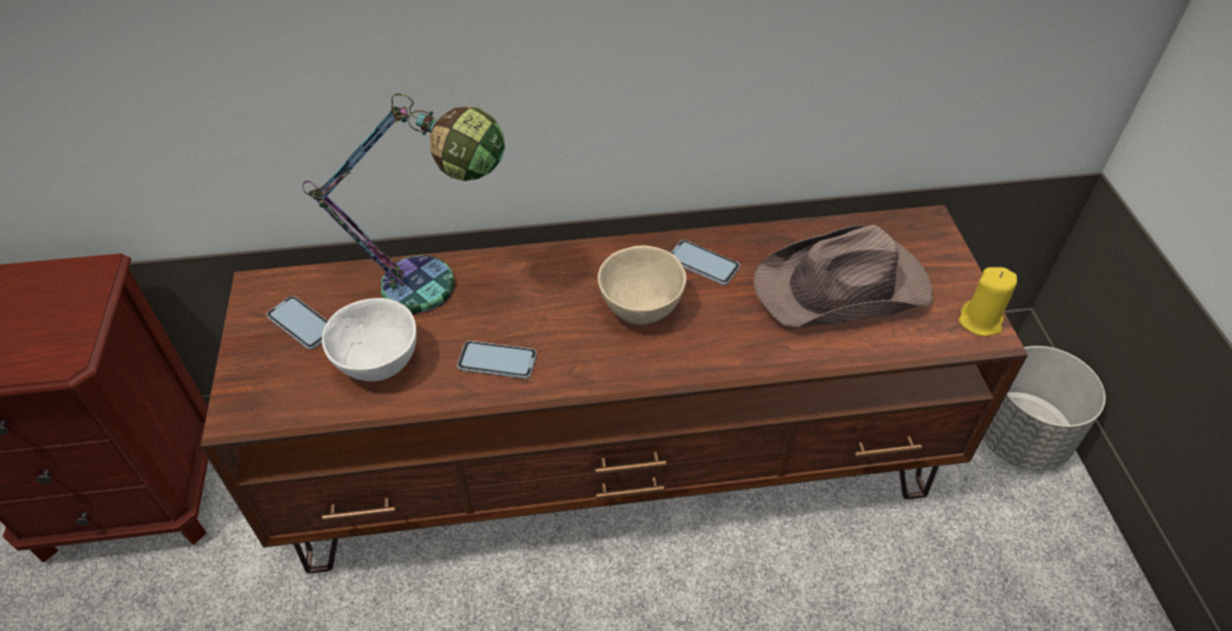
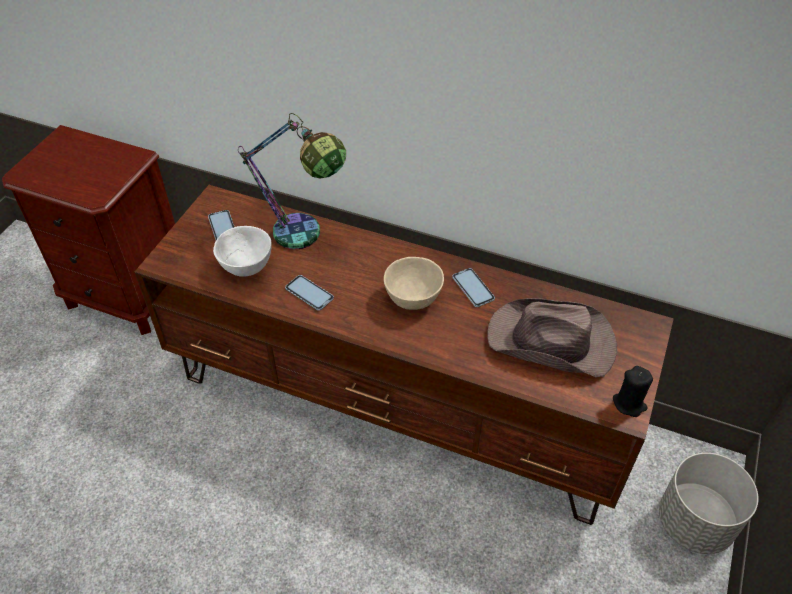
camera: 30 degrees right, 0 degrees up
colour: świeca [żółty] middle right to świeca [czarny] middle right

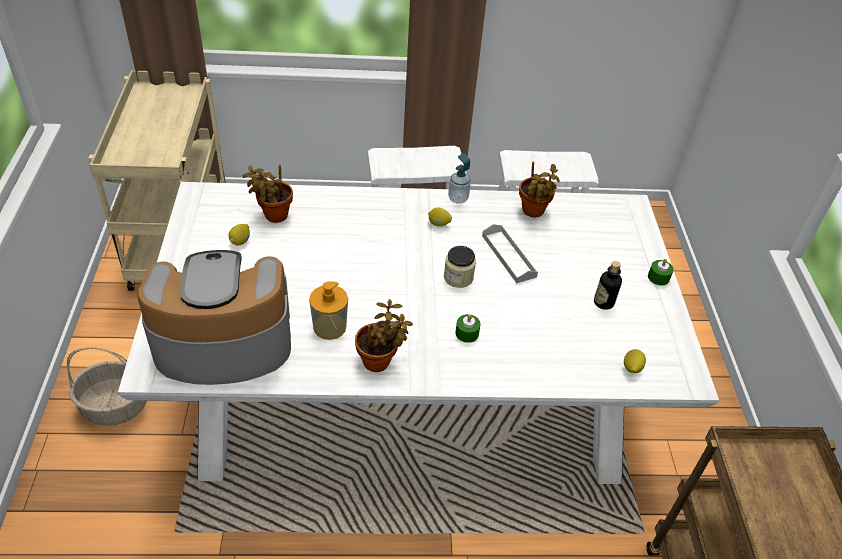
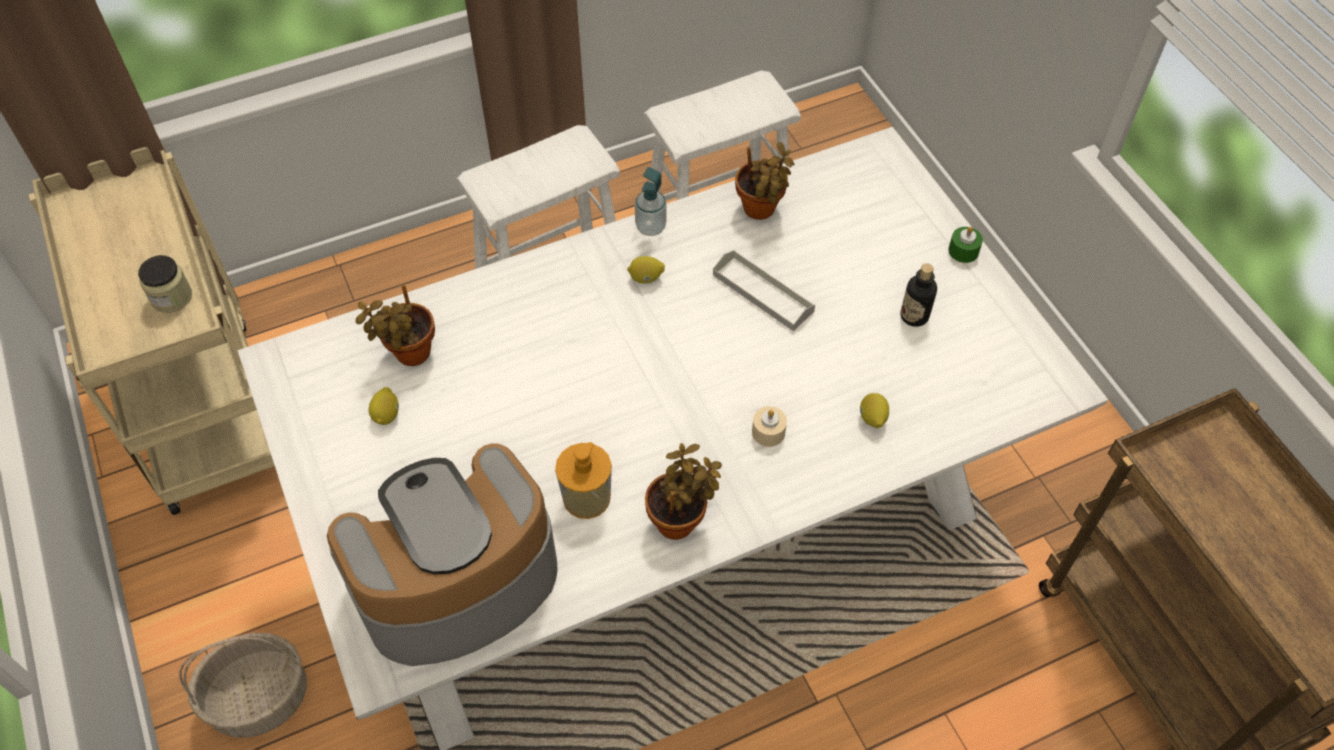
camera: 20 degrees left, 10 degrees up
relocated: słoik centre to middle left; cytryna (no. 3 from left) middle right to centre
colour: świeca [zielony] (no. 1 from left) centre to świeca [beżowy] centre

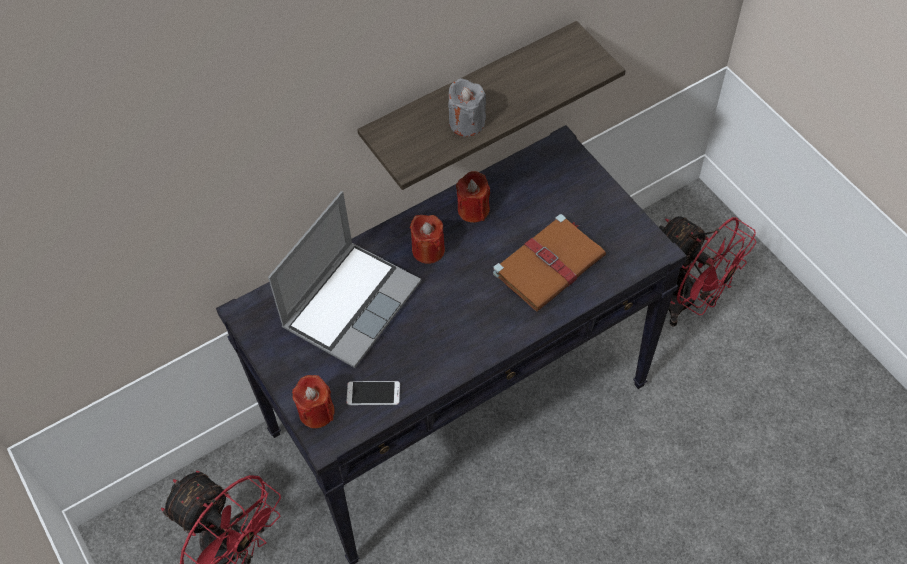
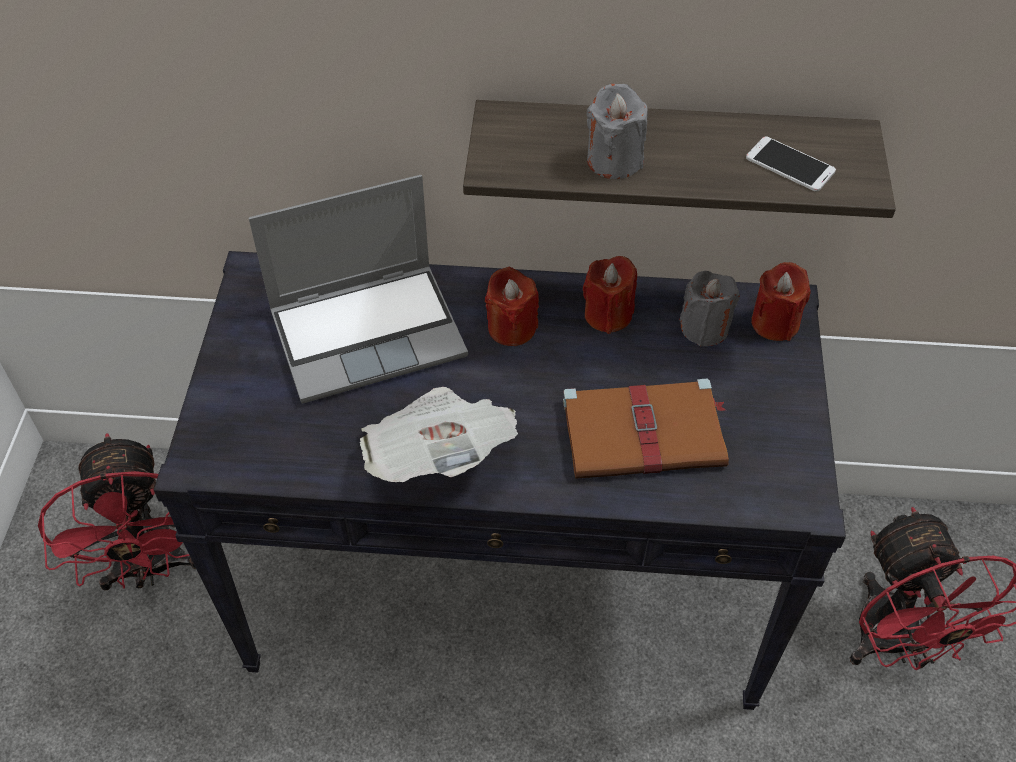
camera: 35 degrees right, 5 degrees down
appeared: gazeta centre; świeca [szary] (no. 2 from left) middle right
relocated: świeca [czerwony] (no. 1 from left in the first image) bottom centre to świeca [czerwony] (no. 3 from left) middle right; telefon bottom centre to top right

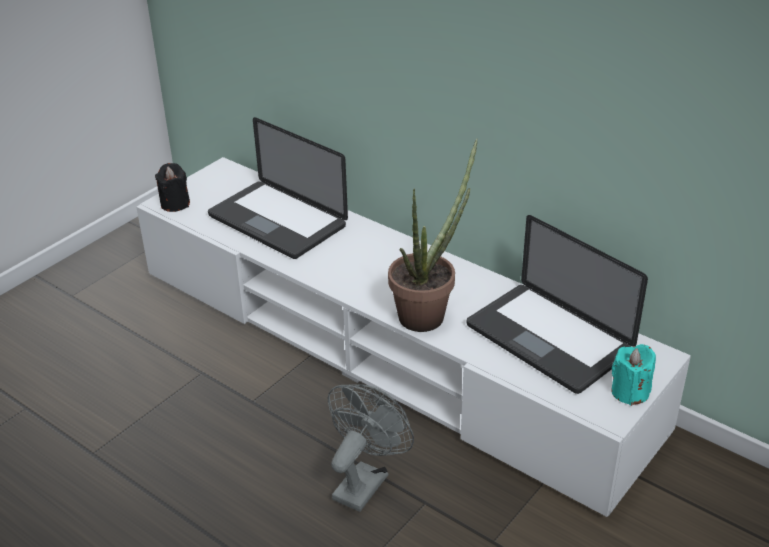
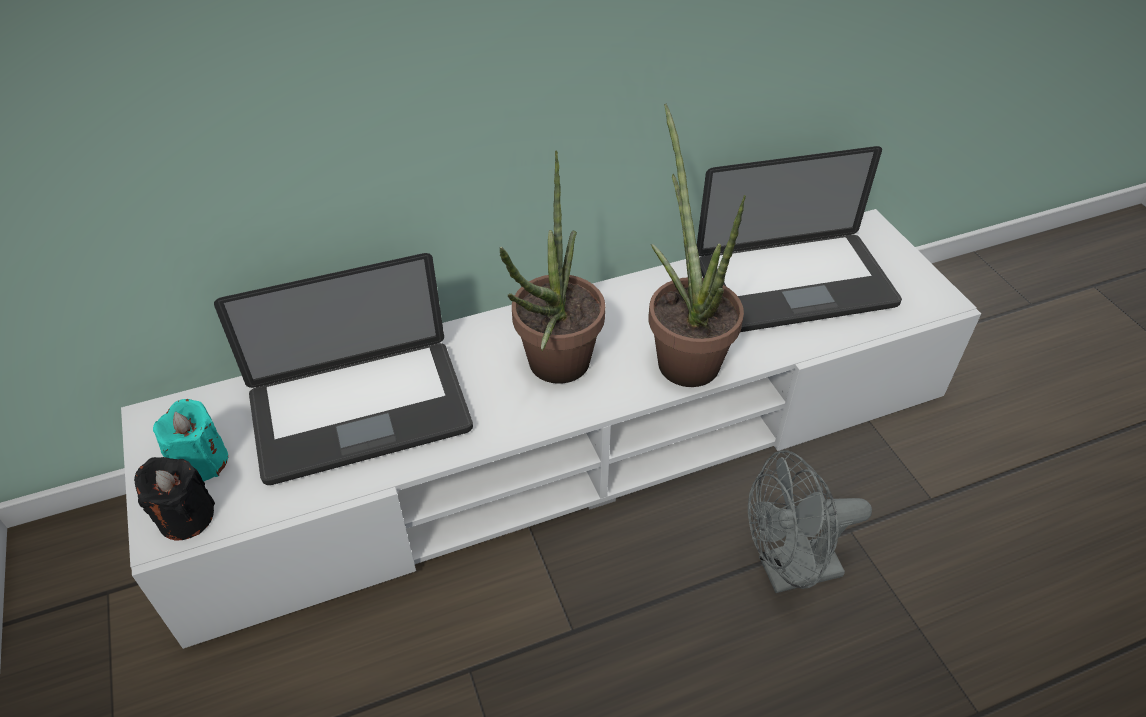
camera: 60 degrees left, 10 degrees up
appeared: roślina doniczkowa (no. 1 from left) centre
relocated: świeca [turkusowy] bottom right to middle left
spun: wentylator [szary] bottom centre = bottom right 75 degrees counterclockwise

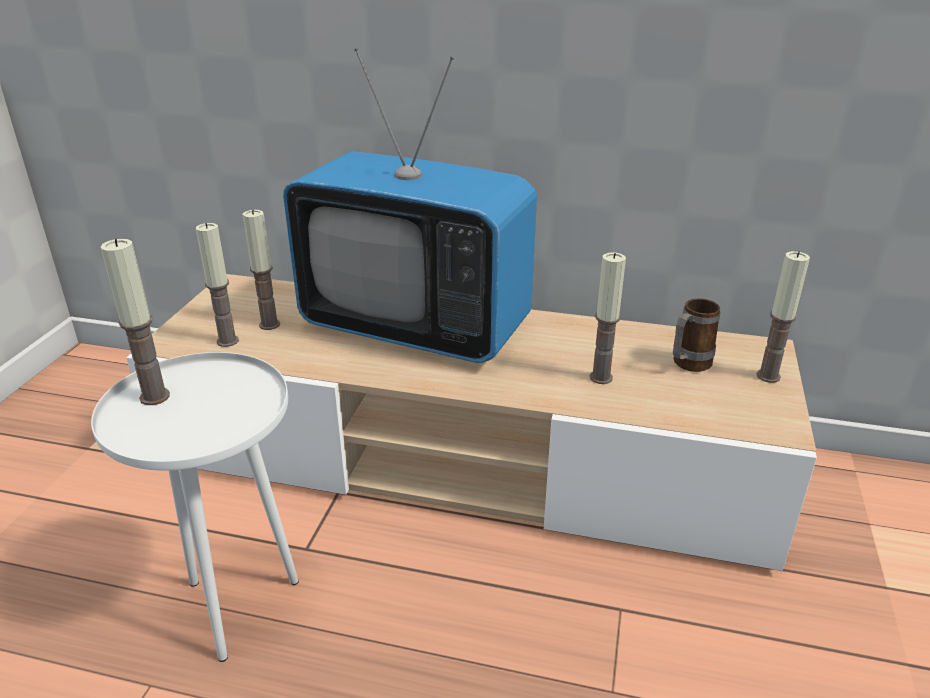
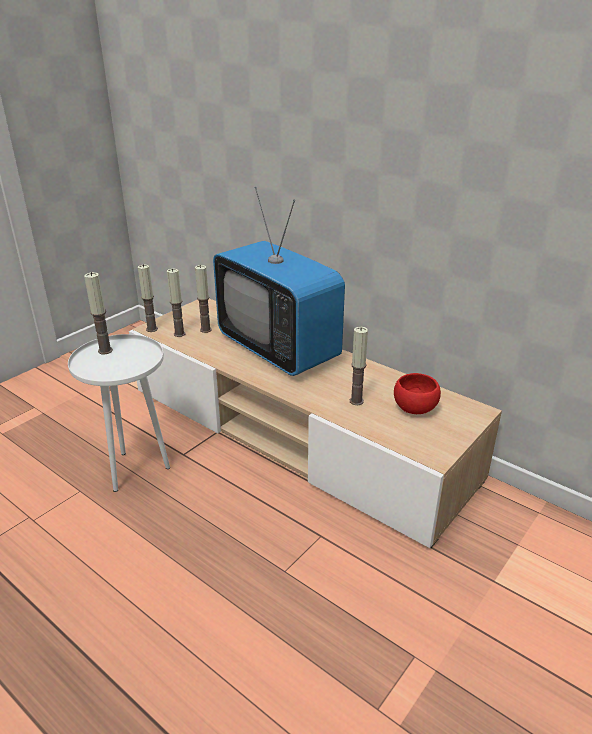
camera: 25 degrees right, 0 degrees up
relocated: świeca (no. 5 from left in the first image) middle right to świeca (no. 2 from left) middle left
exchanged: kubek middle right to miska [czerwony] middle right

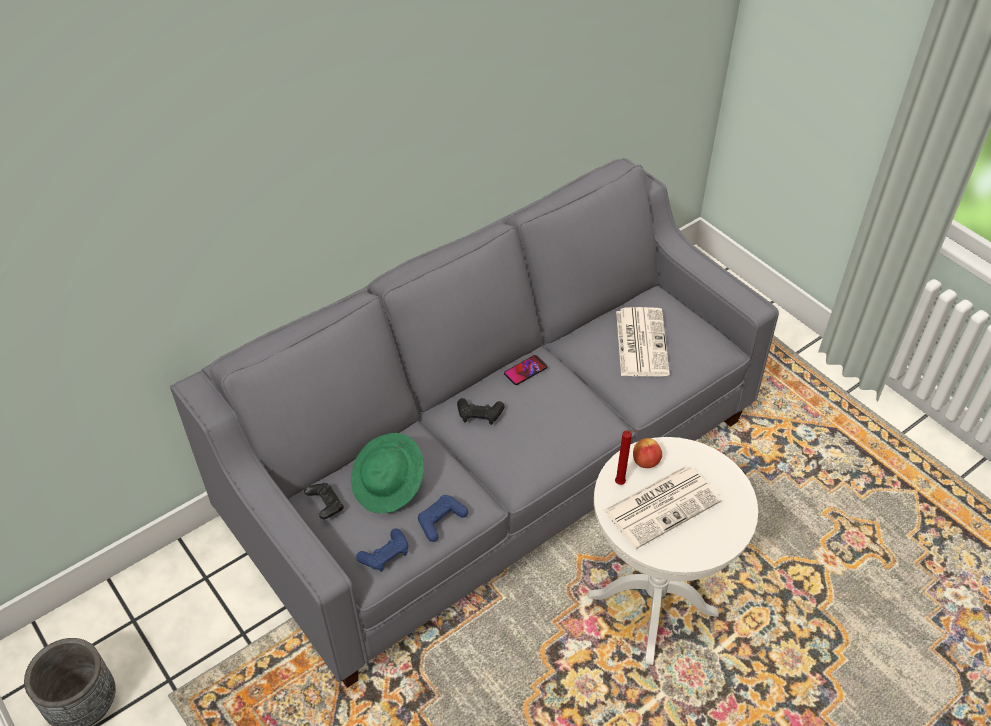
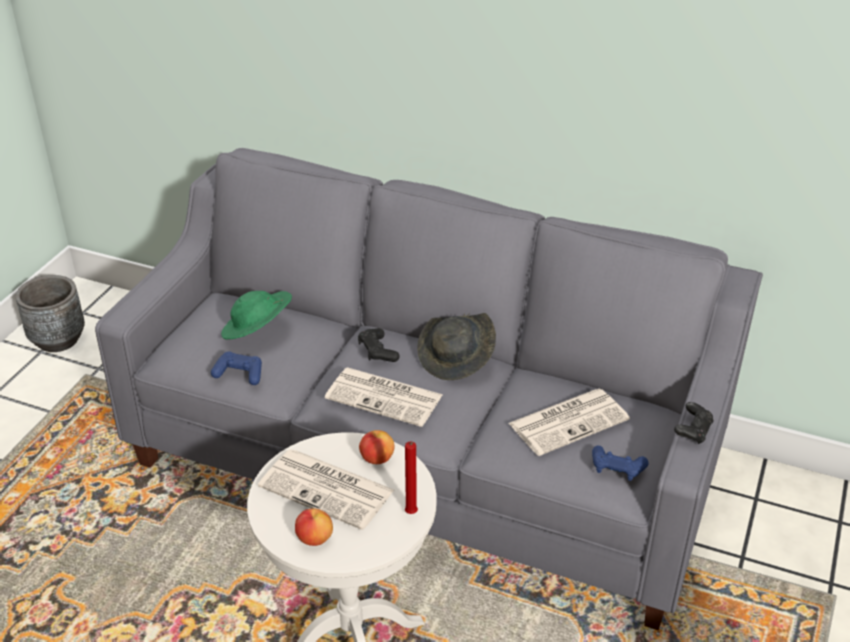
camera: 60 degrees right, 10 degrees down
appeared: jabłko (no. 1 from left) bottom centre; gazeta (no. 2 from left) centre
relocated: pad do gier [czarny] (no. 1 from left in the first image) bottom left to pad do gier [czarny] (no. 2 from left) middle right; pad do gier [niebieski] (no. 1 from left in the first image) bottom centre to pad do gier [niebieski] (no. 2 from left) bottom right; świeca [czerwony] centre to bottom centre
exchanged: telefon centre to kapelusz [szary] centre

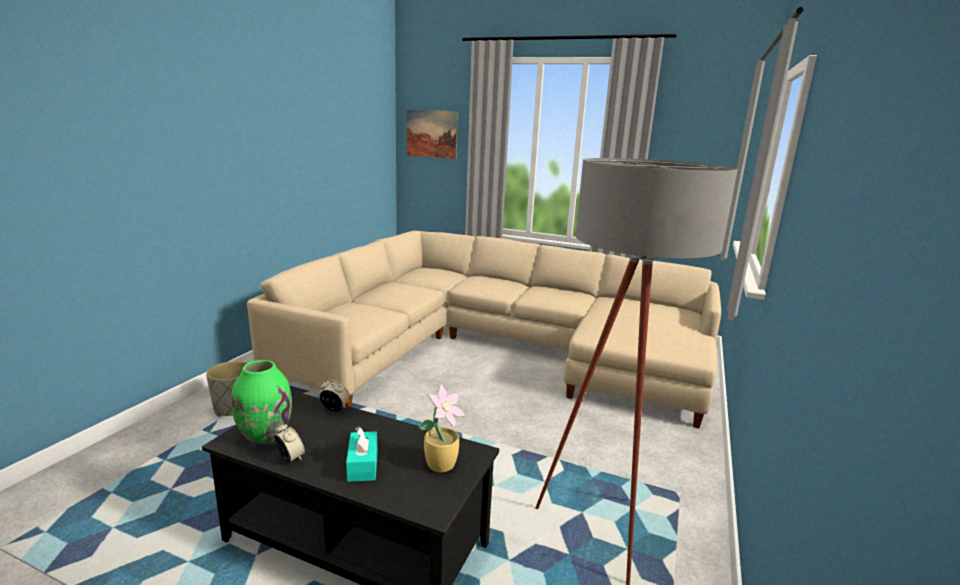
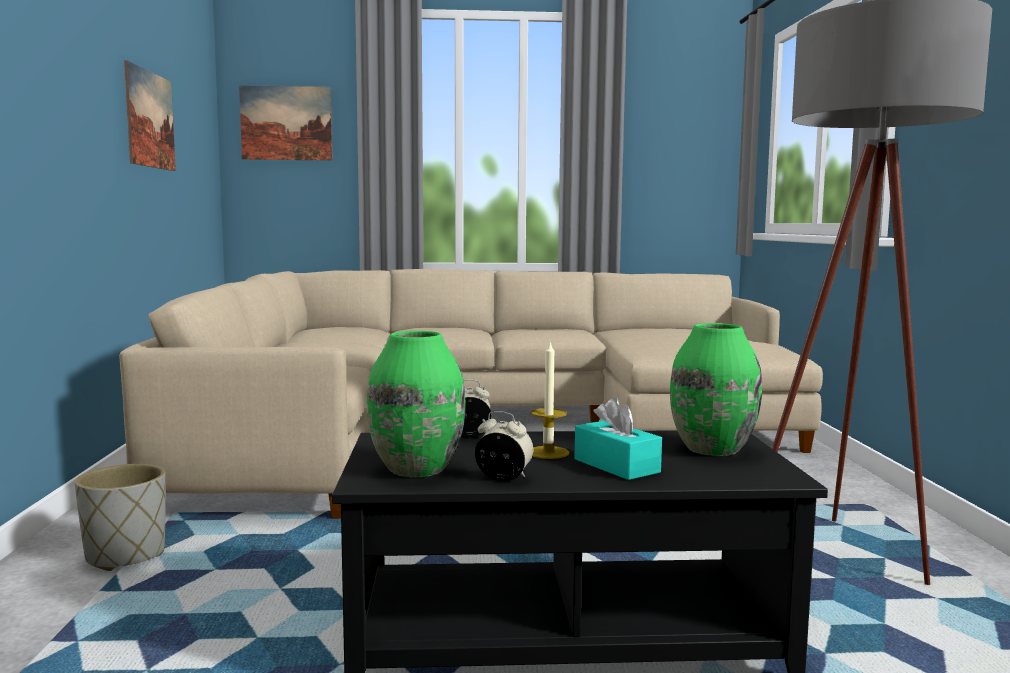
camera: 25 degrees left, 10 degrees down
appeared: obraz (no. 1 from left) top left; świeca centre
exchanged: roślina doniczkowa bottom centre to wazon [zielony] (no. 2 from left) middle right

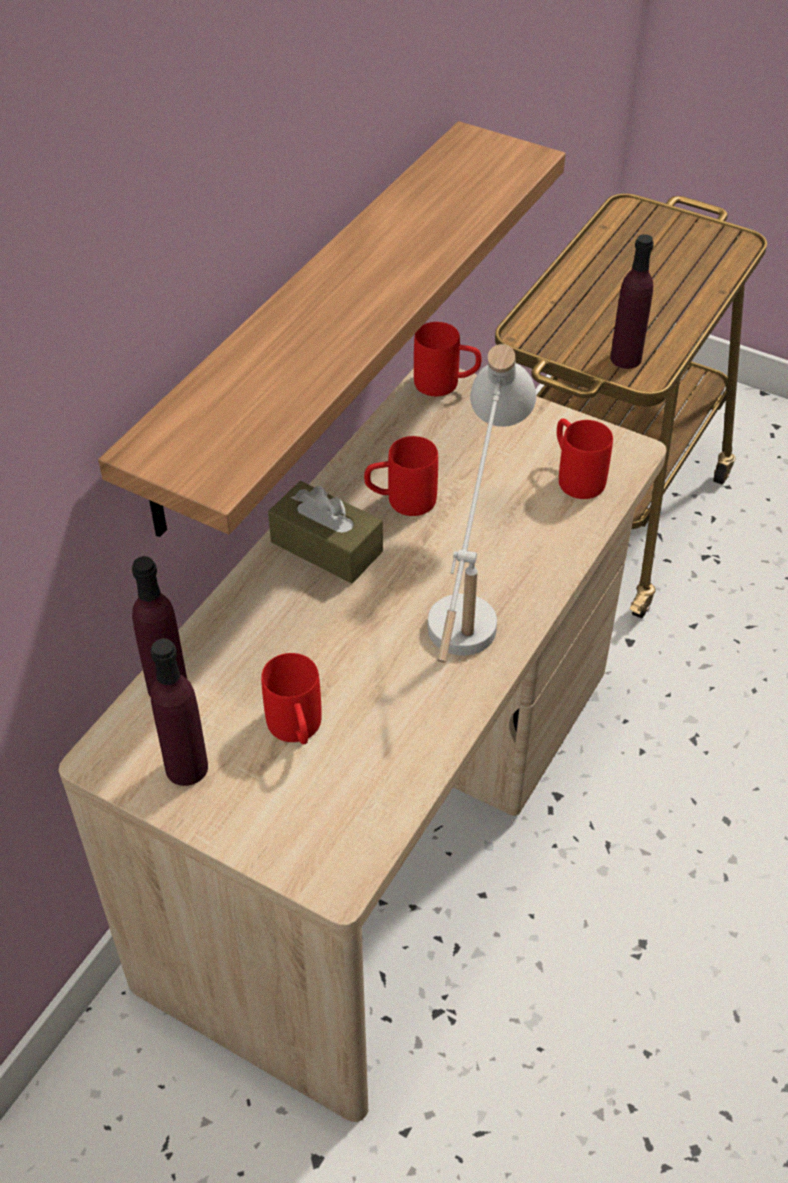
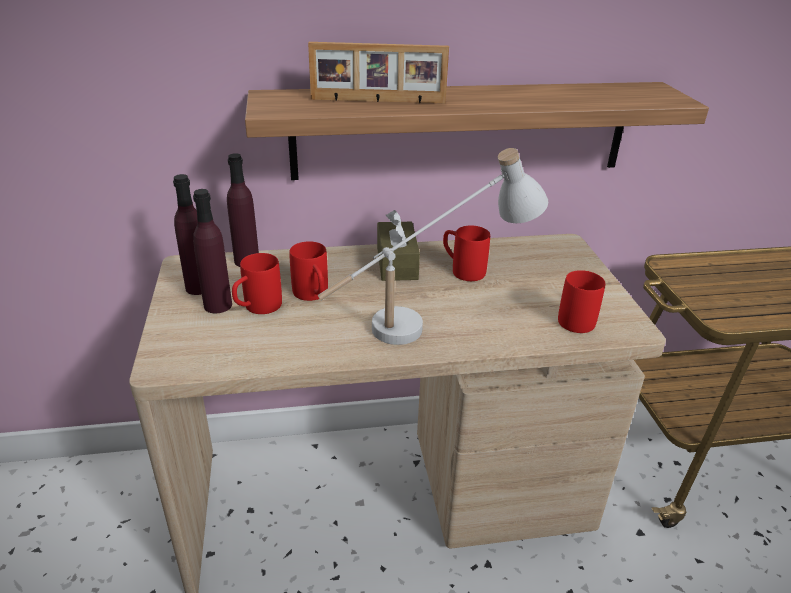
camera: 50 degrees right, 15 degrees down
appeared: ramka na zdjęcie top centre
relocated: kubek [czerwony] (no. 3 from left in the first image) top centre to kubek [czerwony] (no. 2 from left) centre; butelka [fioletowy] (no. 3 from left in the first image) top right to butelka [fioletowy] (no. 2 from left) middle left

